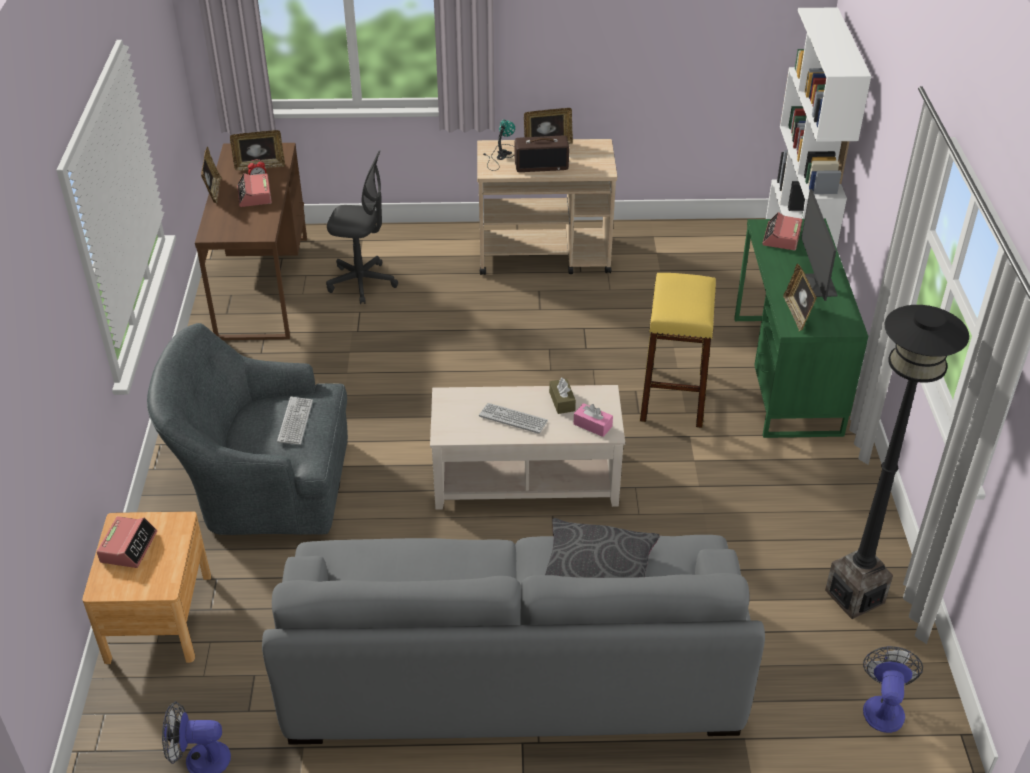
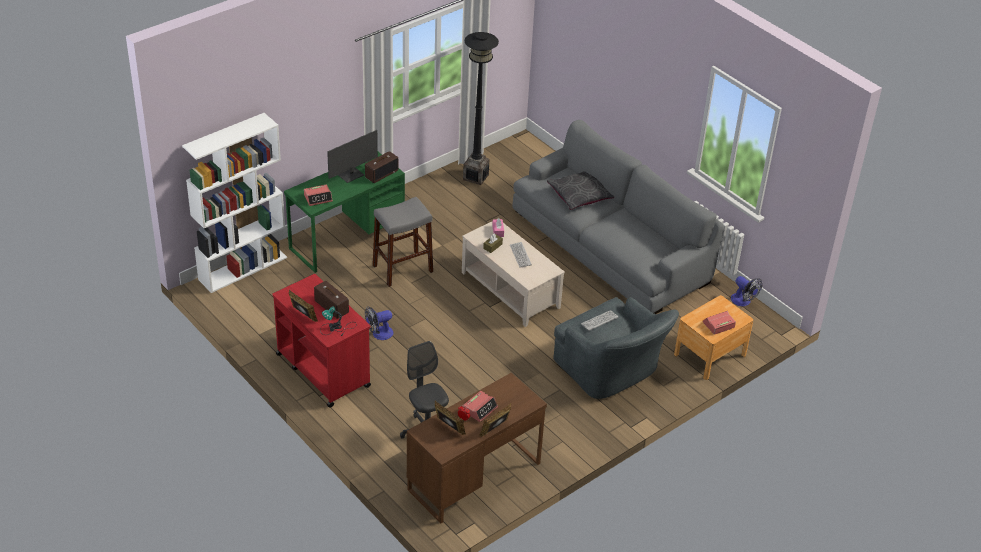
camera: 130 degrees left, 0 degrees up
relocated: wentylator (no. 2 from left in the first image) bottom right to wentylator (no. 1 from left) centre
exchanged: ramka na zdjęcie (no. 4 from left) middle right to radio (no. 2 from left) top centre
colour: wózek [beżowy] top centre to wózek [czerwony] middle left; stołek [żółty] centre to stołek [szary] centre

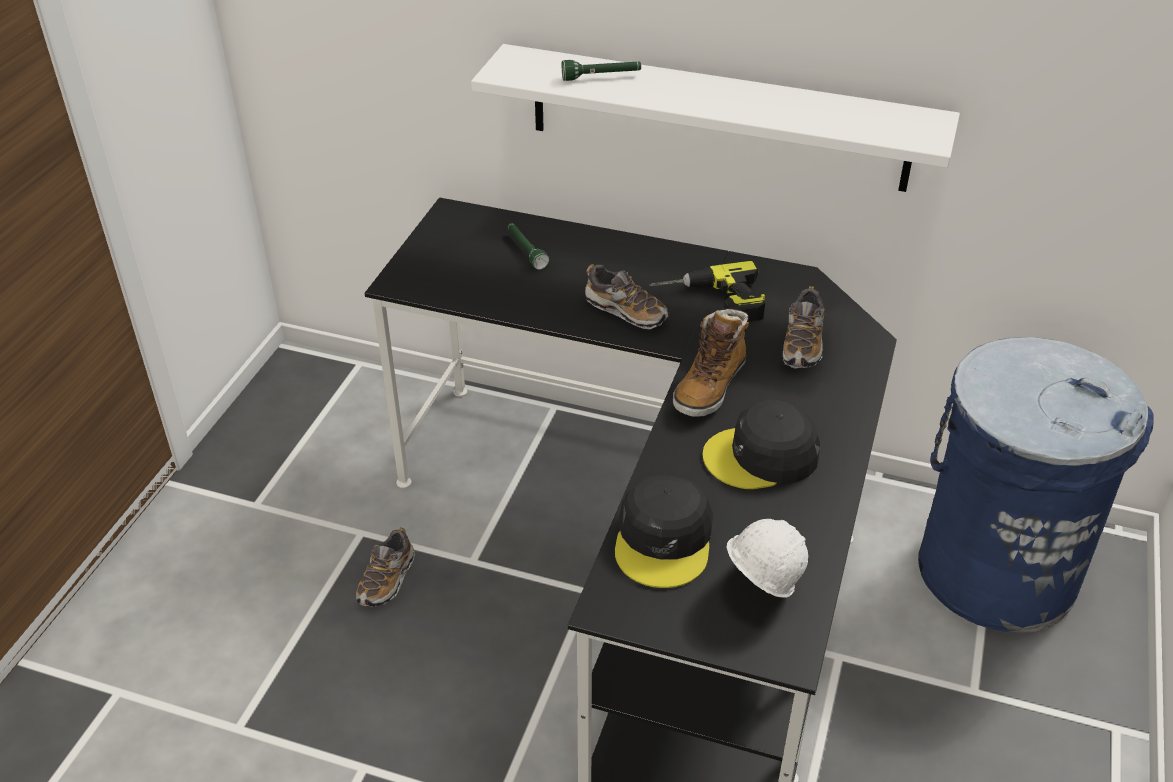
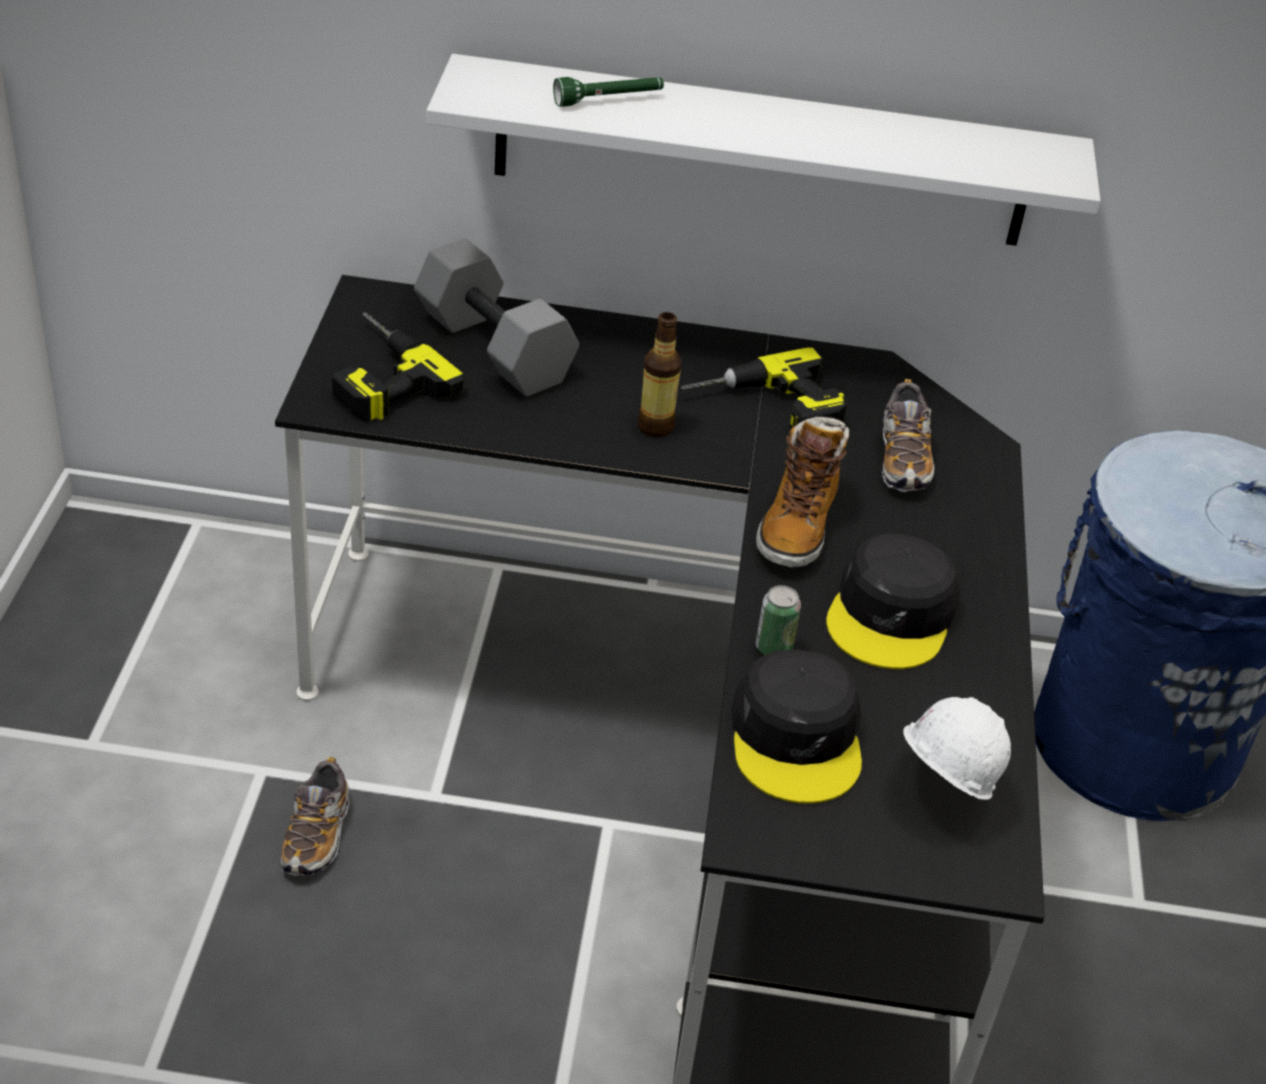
camera: 15 degrees left, 0 degrees up
appeared: wiertarka (no. 1 from left) middle left; puszka centre
exchanged: latarka [zielony] (no. 1 from left) top centre to hantel [szary] top centre; but (no. 2 from left) centre to butelka centre
spun: czapka z daszkiem [czarny] (no. 2 from left) centre = middle right 45 degrees counterclockwise

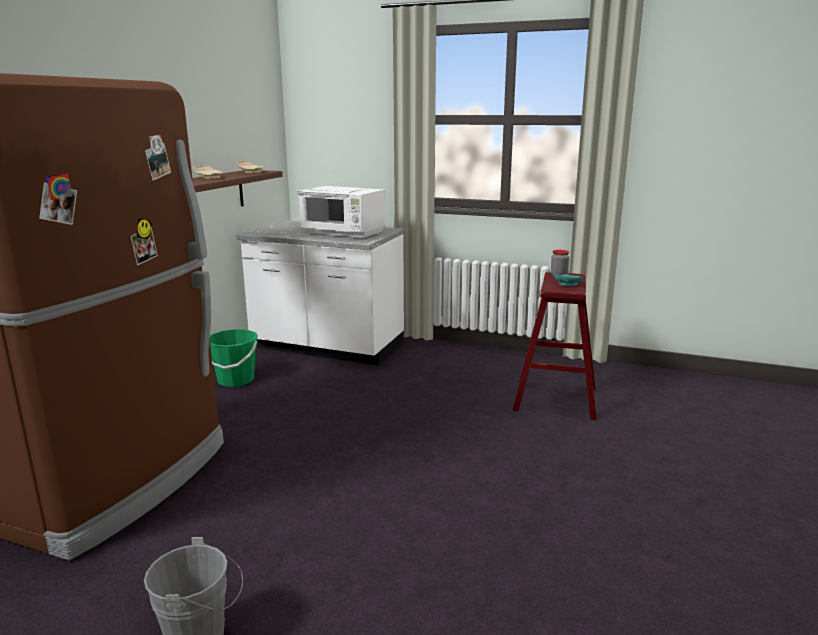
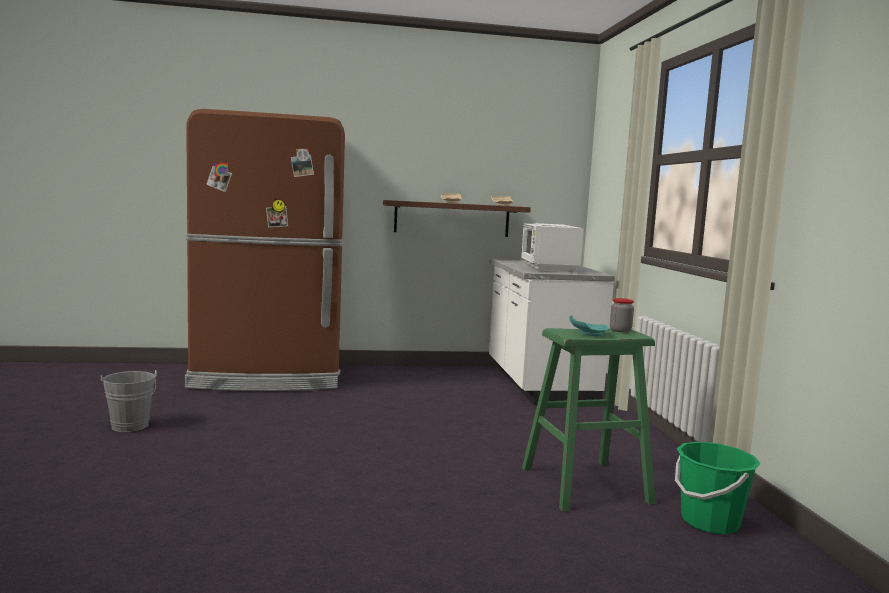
camera: 60 degrees right, 10 degrees down
relocated: wiadro [zielony] middle left to bottom right
colour: stołek [czerwony] middle right to stołek [zielony] bottom centre

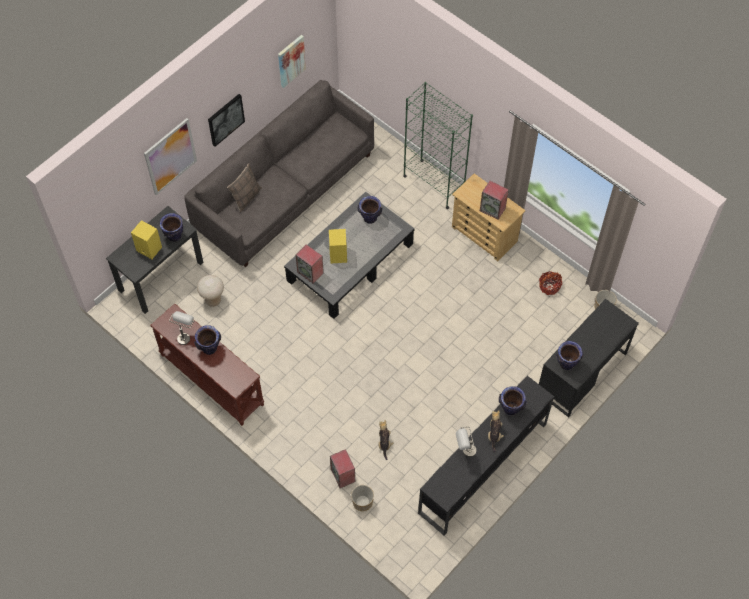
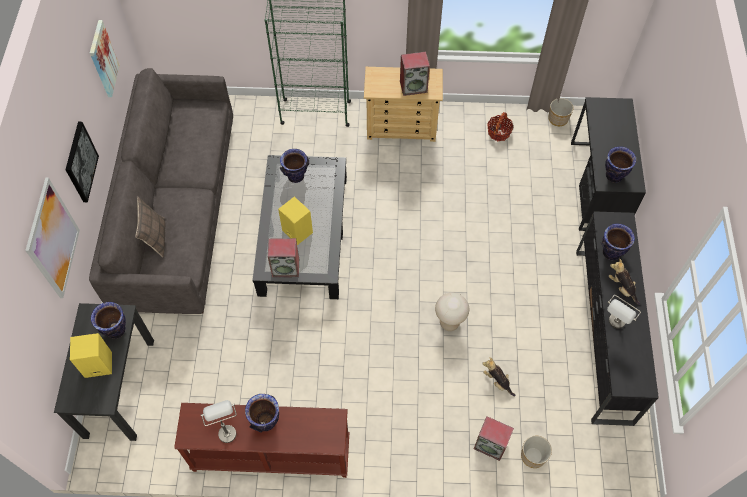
camera: 40 degrees left, 0 degrees up
relocated: stołek [beżowy] middle left to centre

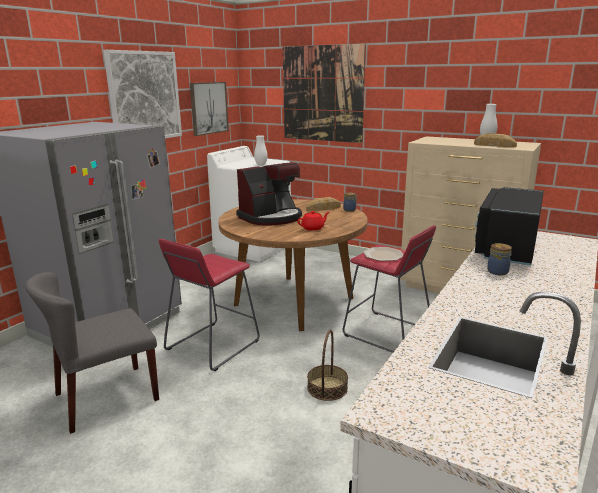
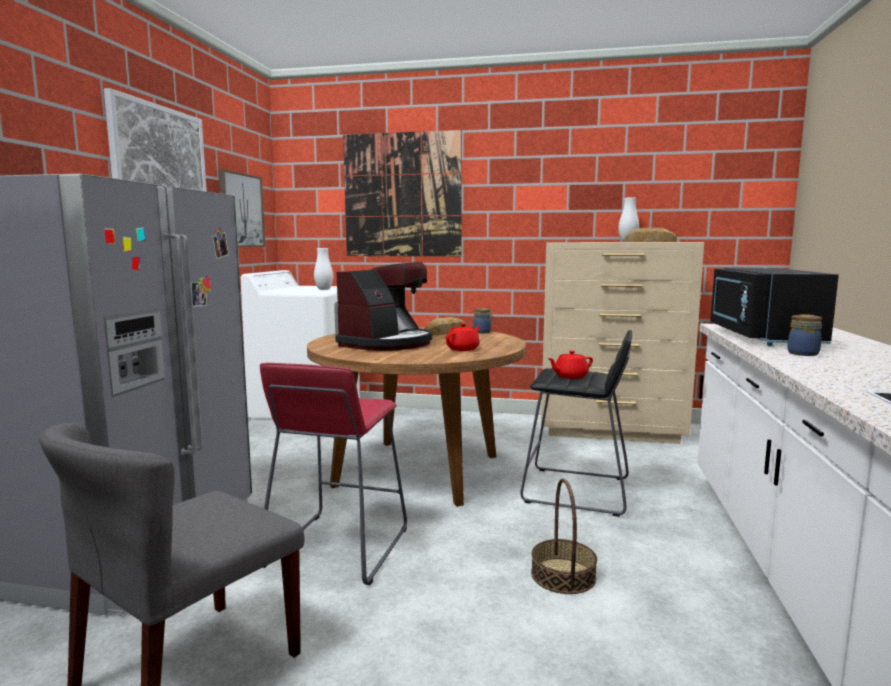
camera: 20 degrees left, 10 degrees down
exchanged: talerz centre to imbryk [czerwony] (no. 2 from left) centre
colour: stołek [czerwony] (no. 2 from left) centre to stołek [czarny] centre

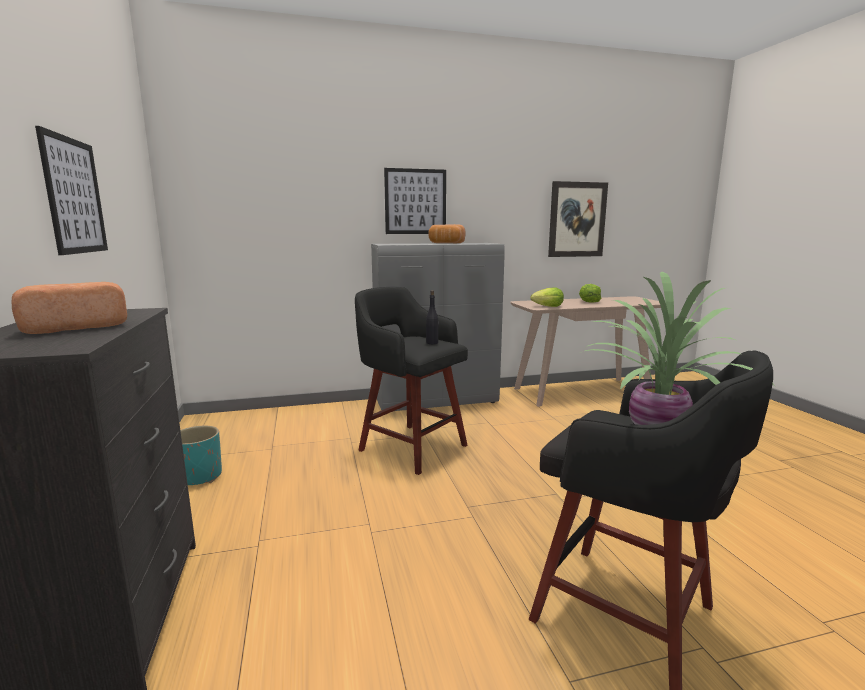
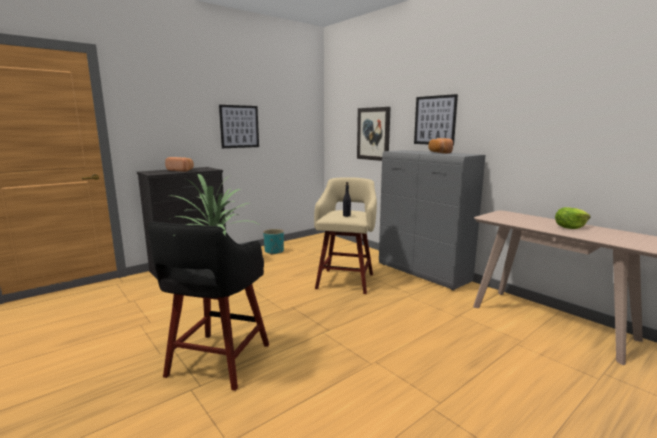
camera: 65 degrees right, 0 degrees up
missing: sałata (no. 1 from left) centre
relocated: obraz (no. 3 from left in the first image) top right to obraz (no. 2 from left) top centre
colour: stołek [czarny] (no. 1 from left) centre to stołek [beżowy] centre

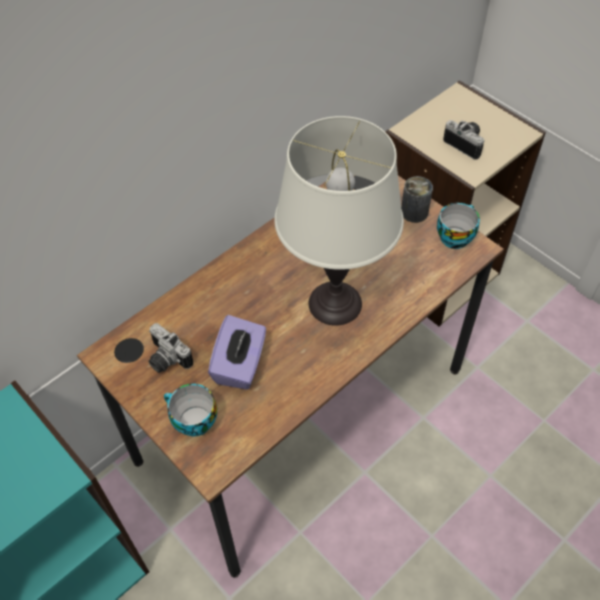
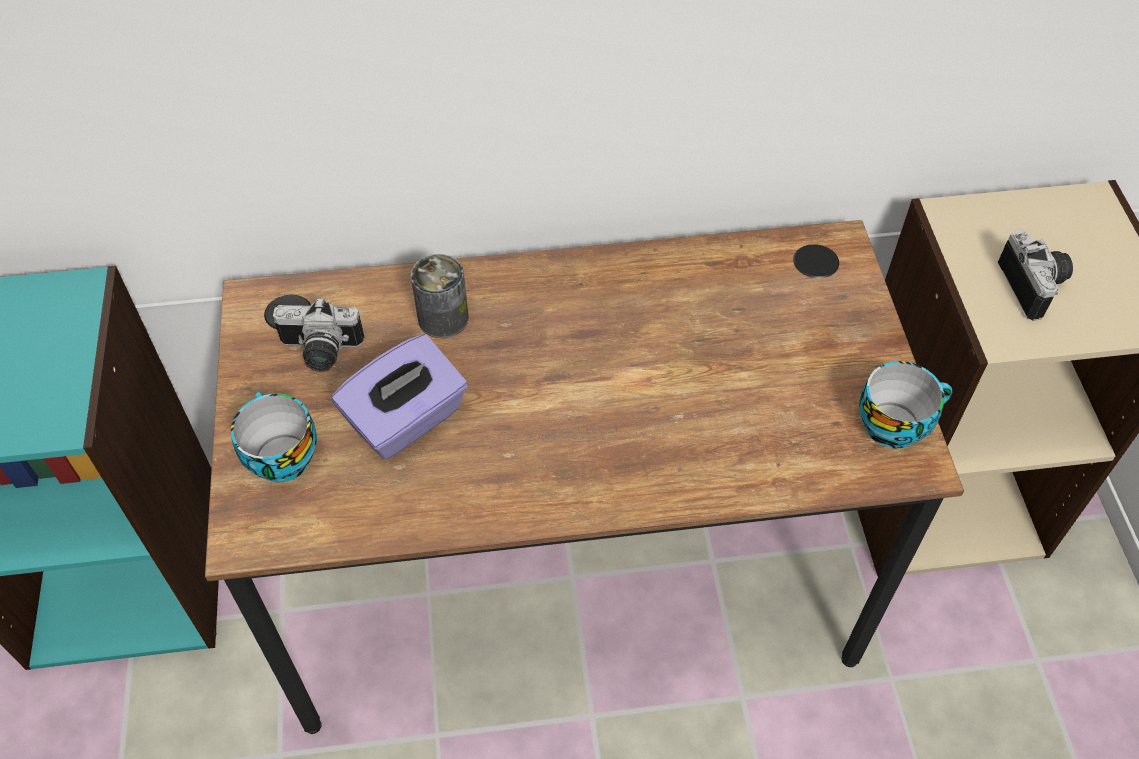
camera: 35 degrees right, 0 degrees up
missing: lampa stołowa [biały] centre
relocated: puszka top right to centre
spun: aparat fotograficzny (no. 1 from left) middle left = middle left 75 degrees counterclockwise

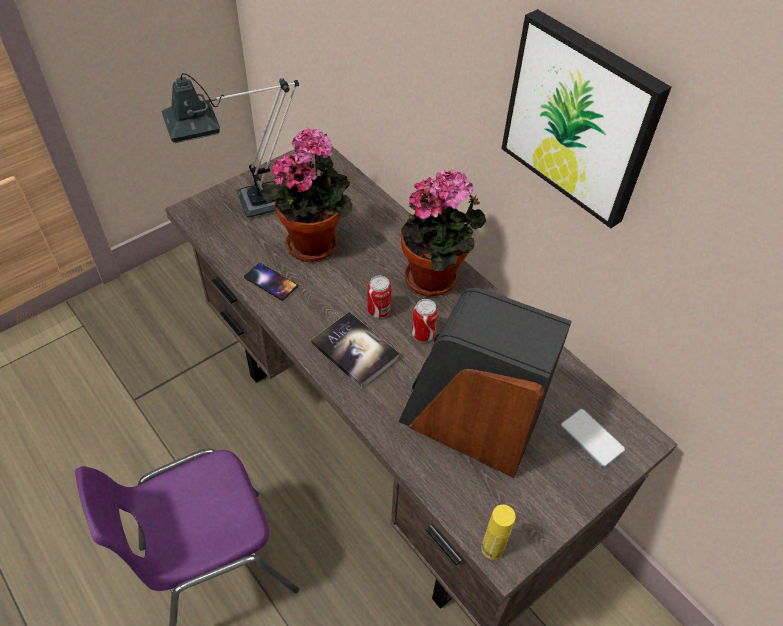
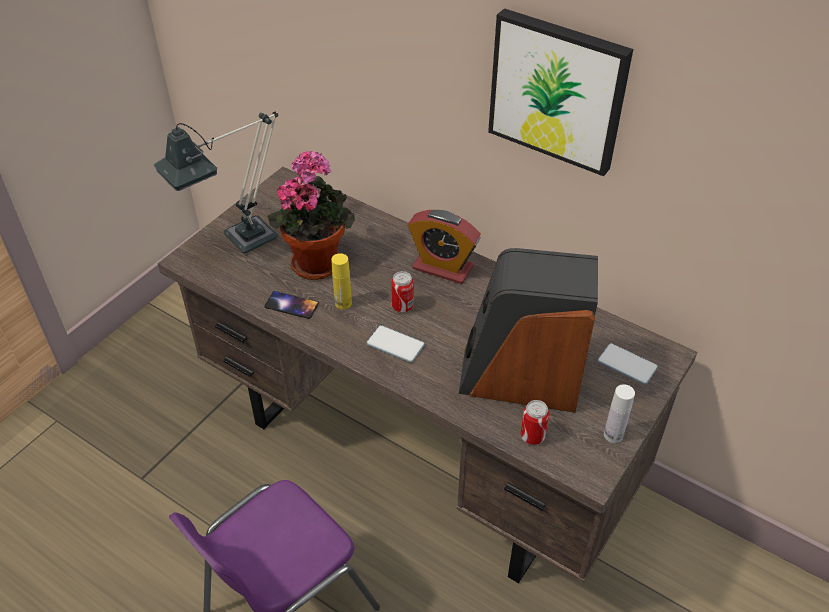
camera: 15 degrees left, 5 degrees down
appeared: butelka [biały] bottom right
relocated: puszka (no. 2 from left) centre to bottom centre; butelka [żółty] bottom centre to centre
exchanged: książka centre to telefon (no. 2 from left) centre; roślina doniczkowa (no. 2 from left) centre to budzik centre

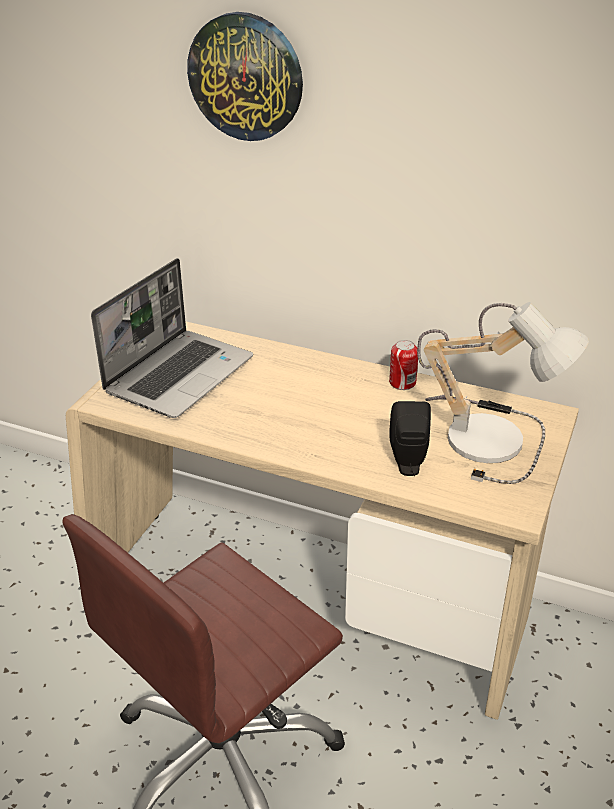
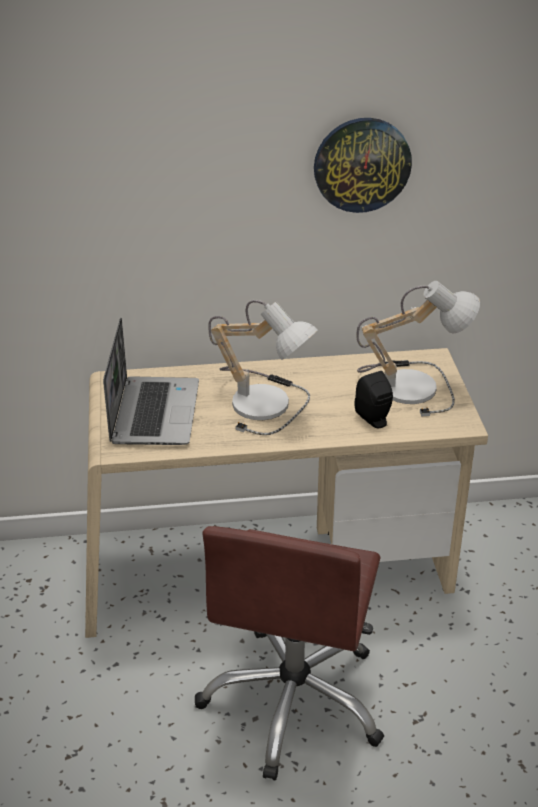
camera: 30 degrees left, 0 degrees up
missing: puszka centre
appeared: lampa stołowa (no. 1 from left) centre
relocated: zegar ścienny top centre to top right

